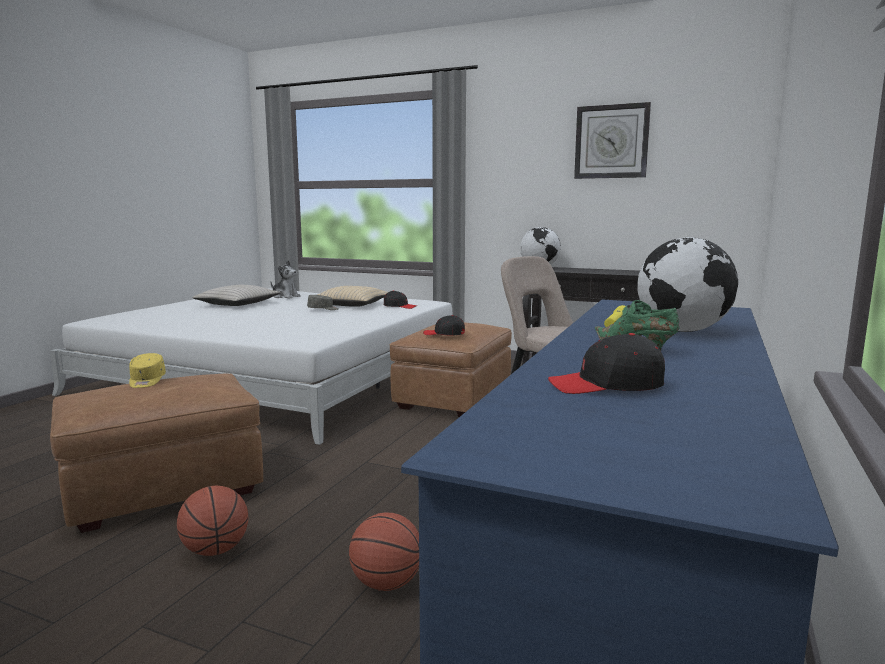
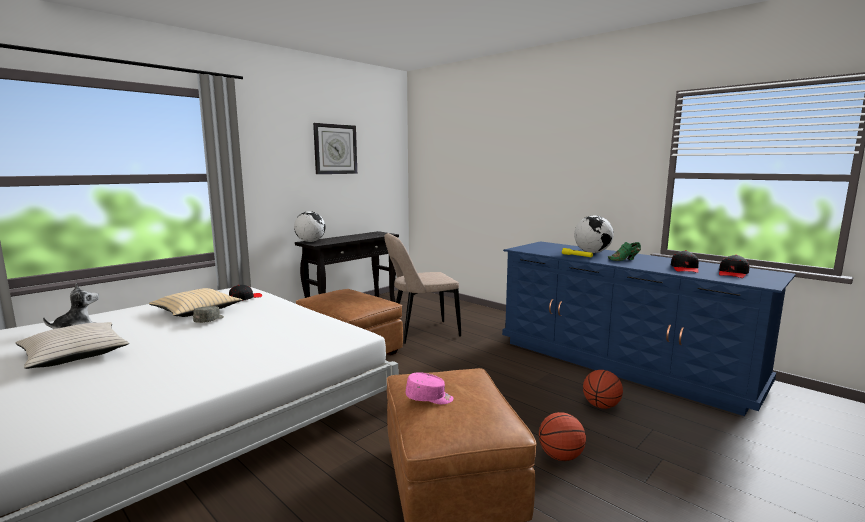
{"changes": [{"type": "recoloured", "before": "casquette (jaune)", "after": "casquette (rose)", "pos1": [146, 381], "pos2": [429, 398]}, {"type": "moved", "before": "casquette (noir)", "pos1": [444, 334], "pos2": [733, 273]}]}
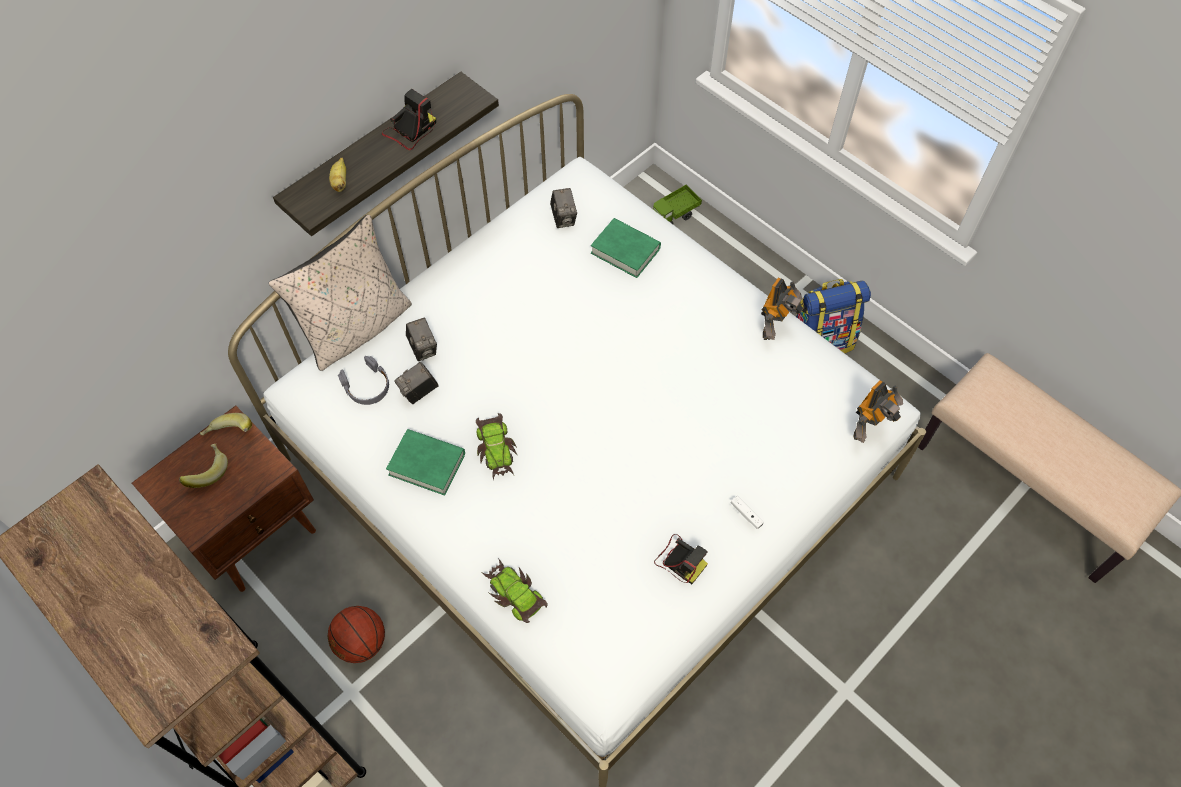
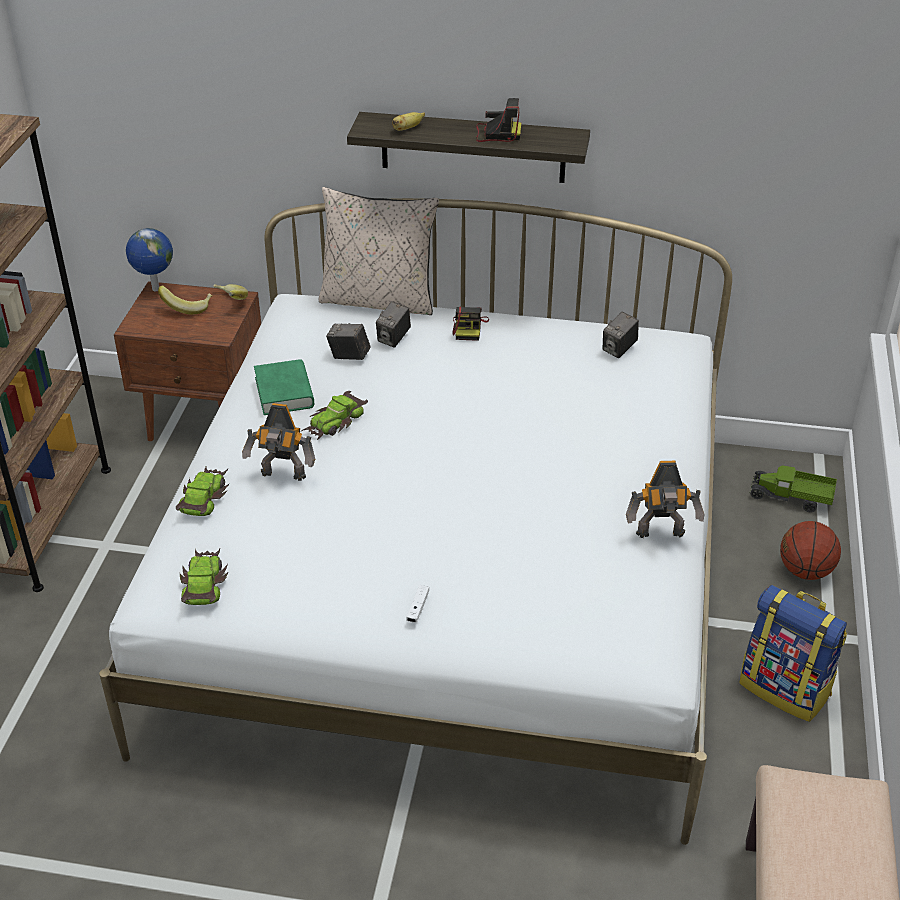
{"changes": [{"type": "moved", "before": "ballon de basket", "pos1": [361, 642], "pos2": [805, 571]}, {"type": "removed", "before": "casque audio (gris)", "pos1": [367, 386]}, {"type": "removed", "before": "livre (vert)", "pos1": [625, 251]}, {"type": "moved", "before": "appareil photo", "pos1": [680, 560], "pos2": [469, 328]}, {"type": "moved", "before": "robot jouet", "pos1": [869, 428], "pos2": [283, 476]}, {"type": "added", "after": "globe", "pos2": [155, 289]}, {"type": "added", "after": "petite voiture", "pos2": [203, 582]}]}
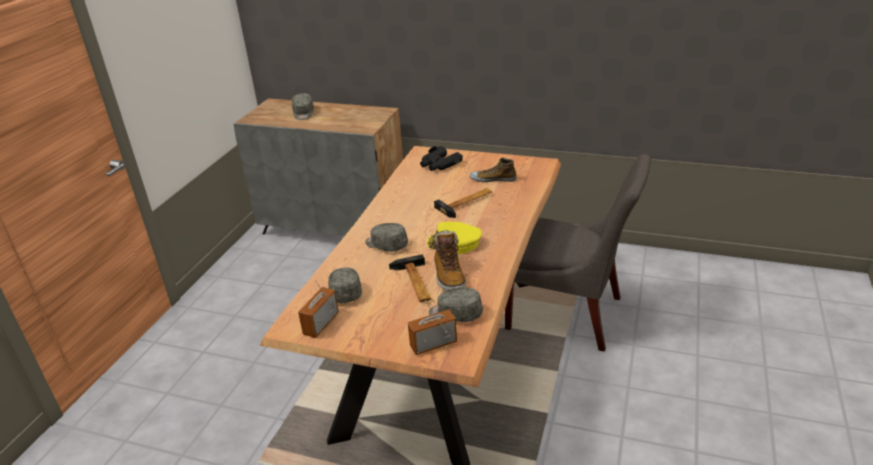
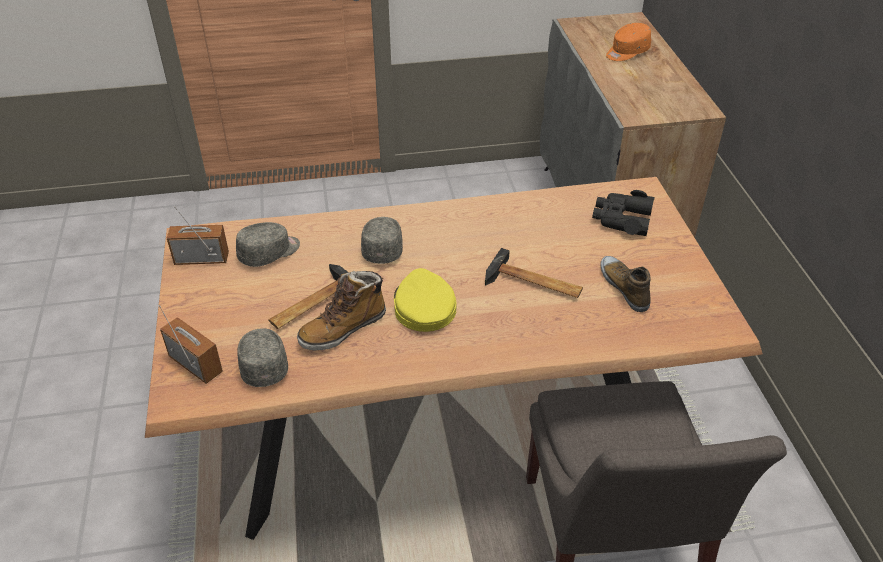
{"changes": [{"type": "recoloured", "before": "casquette (gris)", "after": "casquette (orange)", "pos1": [303, 113], "pos2": [626, 52]}]}
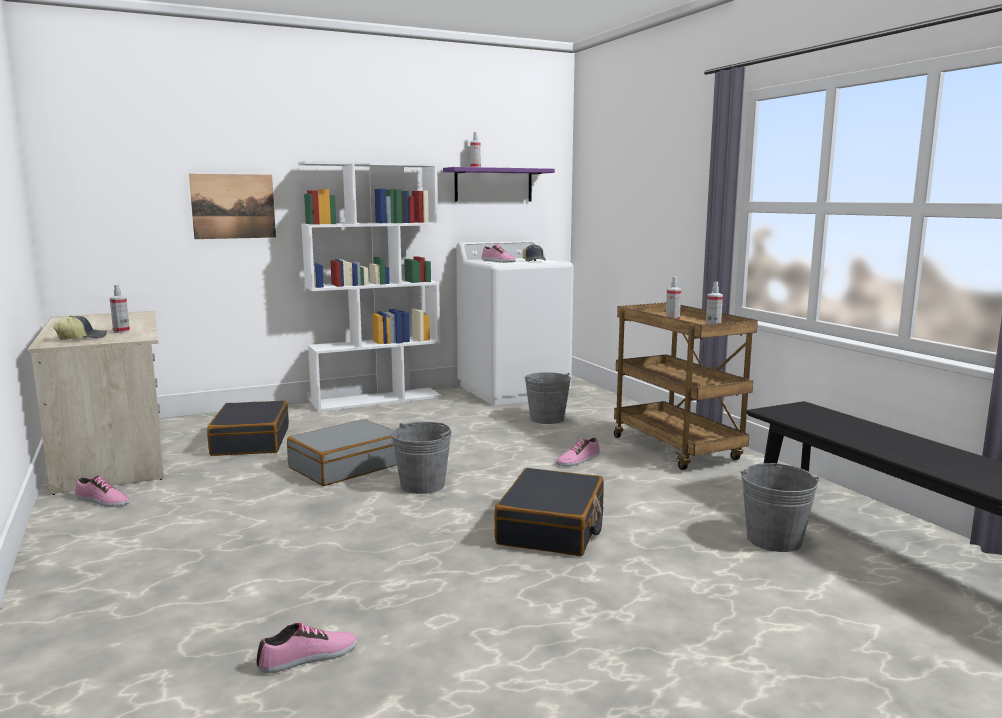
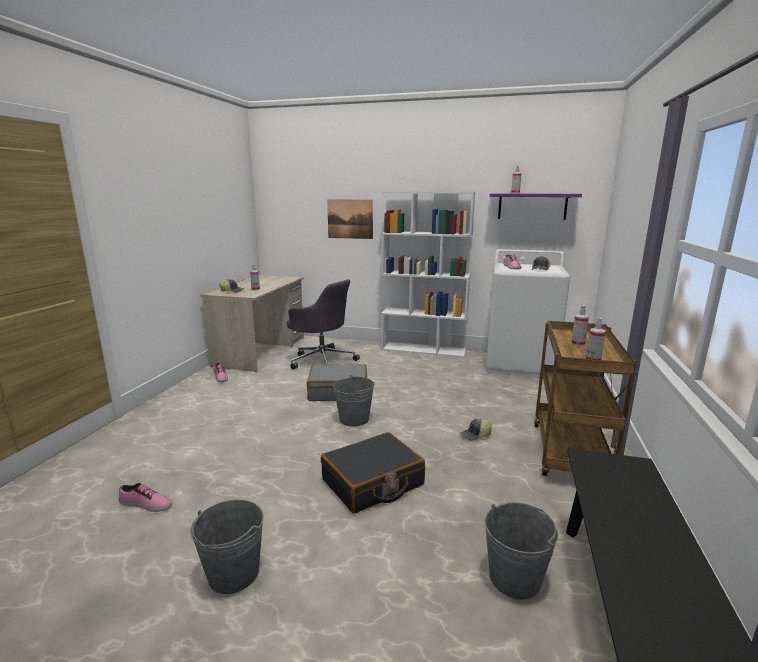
{"changes": [{"type": "replaced", "before": "valise (noir)", "after": "chaise de bureau (gris)", "pos1": [250, 441], "pos2": [322, 360]}, {"type": "moved", "before": "seau (gris)", "pos1": [547, 419], "pos2": [233, 573]}, {"type": "replaced", "before": "chaussure", "after": "casquette", "pos1": [578, 460], "pos2": [476, 435]}]}
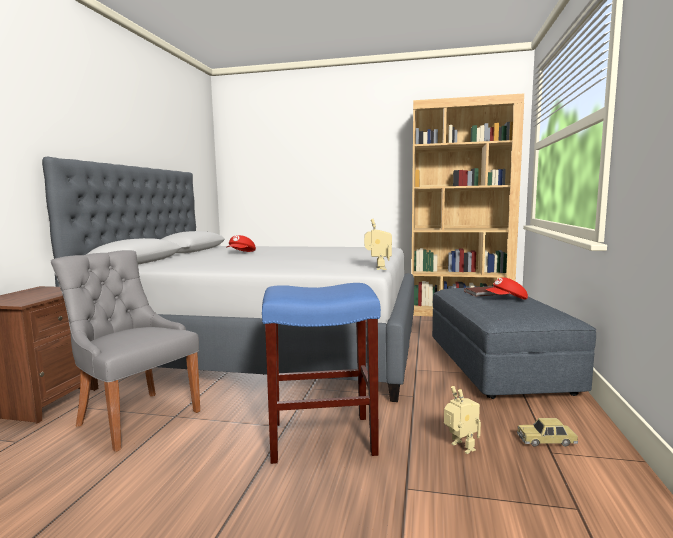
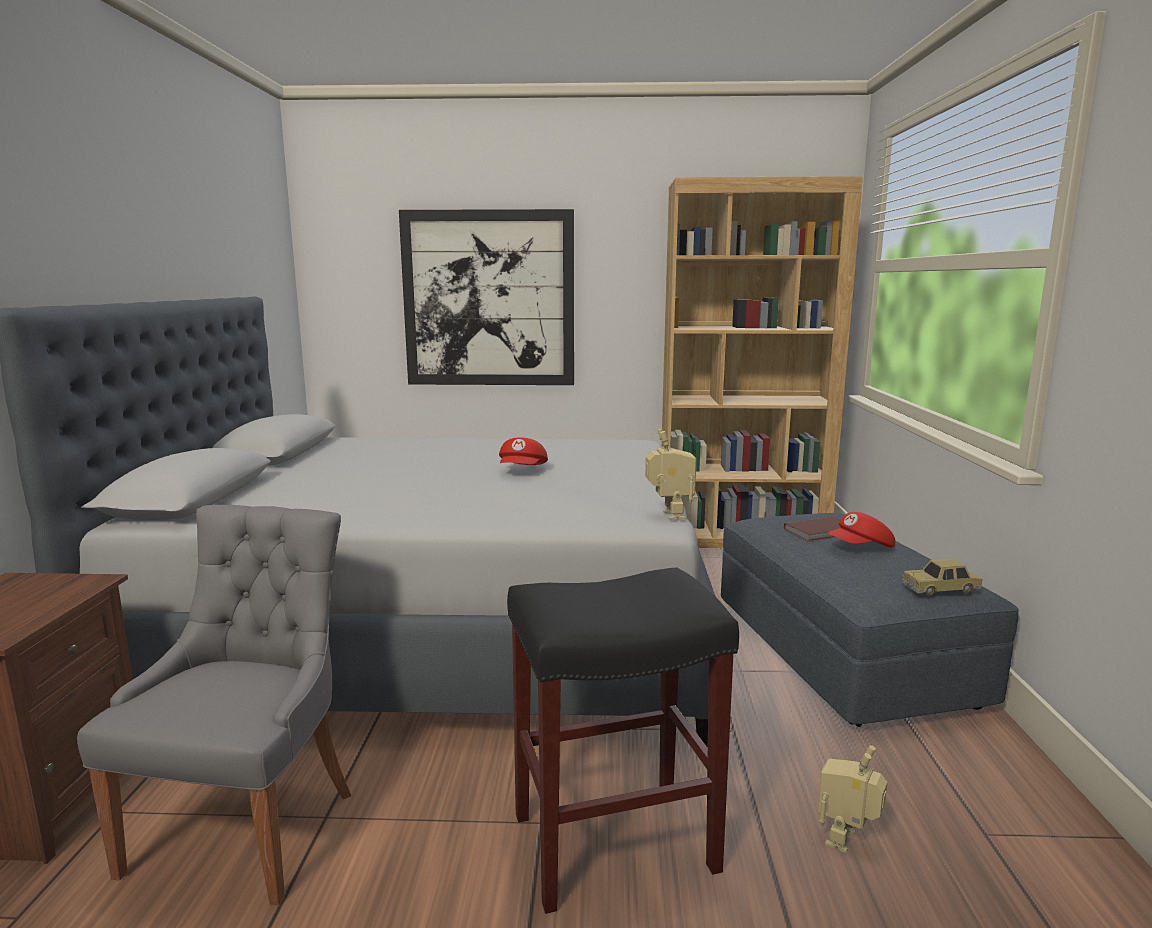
{"changes": [{"type": "turned", "before": "chaise (gris)", "pos1": [136, 417], "pos2": [249, 827], "turn": 75}, {"type": "moved", "before": "casquette (rouge)", "pos1": [241, 253], "pos2": [523, 471]}, {"type": "recoloured", "before": "tabouret (bleu)", "after": "tabouret (noir)", "pos1": [320, 438], "pos2": [611, 844]}, {"type": "turned", "before": "robot jouet", "pos1": [460, 448], "pos2": [847, 841], "turn": -105}, {"type": "moved", "before": "petite voiture", "pos1": [546, 441], "pos2": [941, 589]}, {"type": "added", "after": "tableau", "pos2": [489, 299]}]}
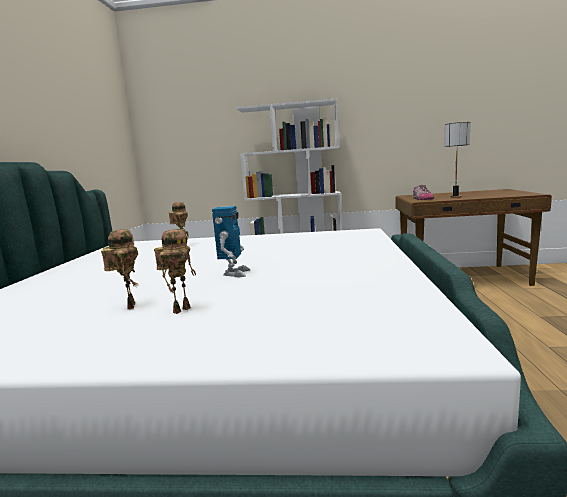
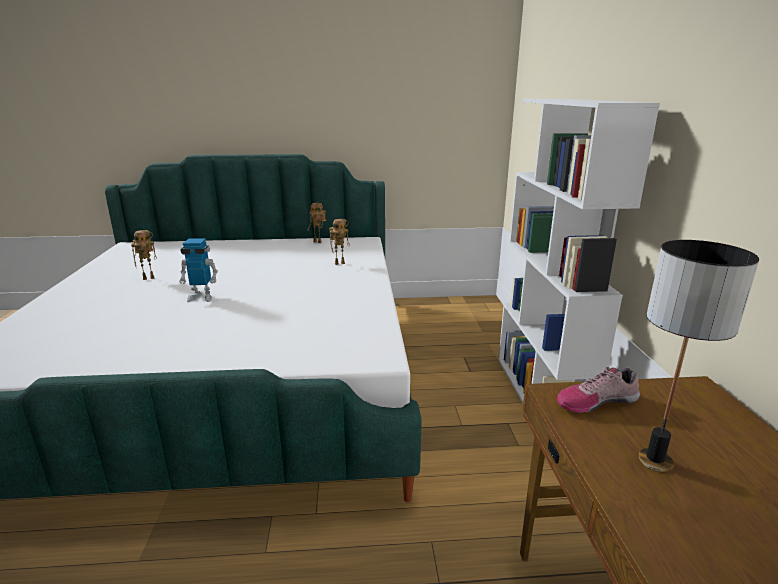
{"changes": [{"type": "moved", "before": "robot jouet", "pos1": [181, 309], "pos2": [318, 242]}]}
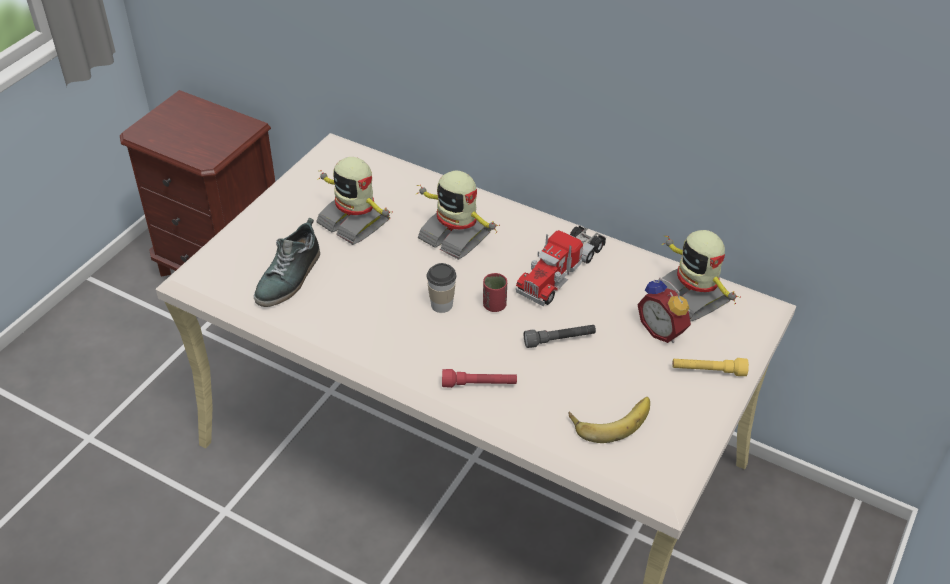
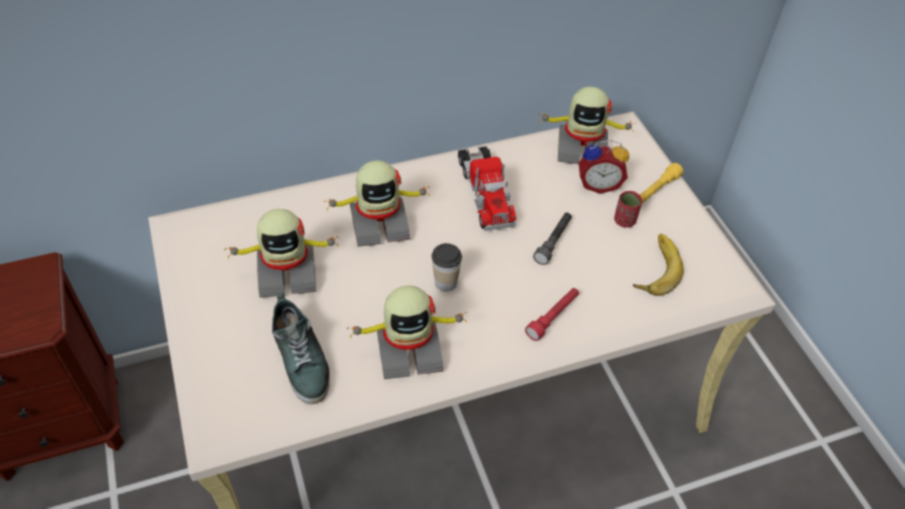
{"changes": [{"type": "moved", "before": "tasse (rouge)", "pos1": [494, 305], "pos2": [624, 221]}, {"type": "added", "after": "robot jouet", "pos2": [409, 349]}]}
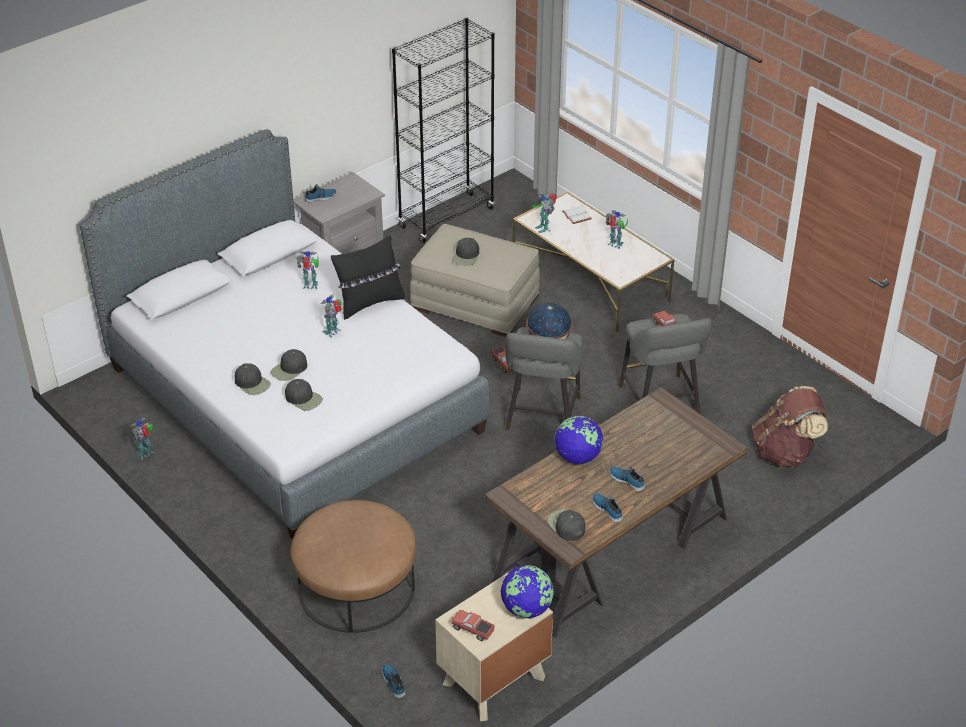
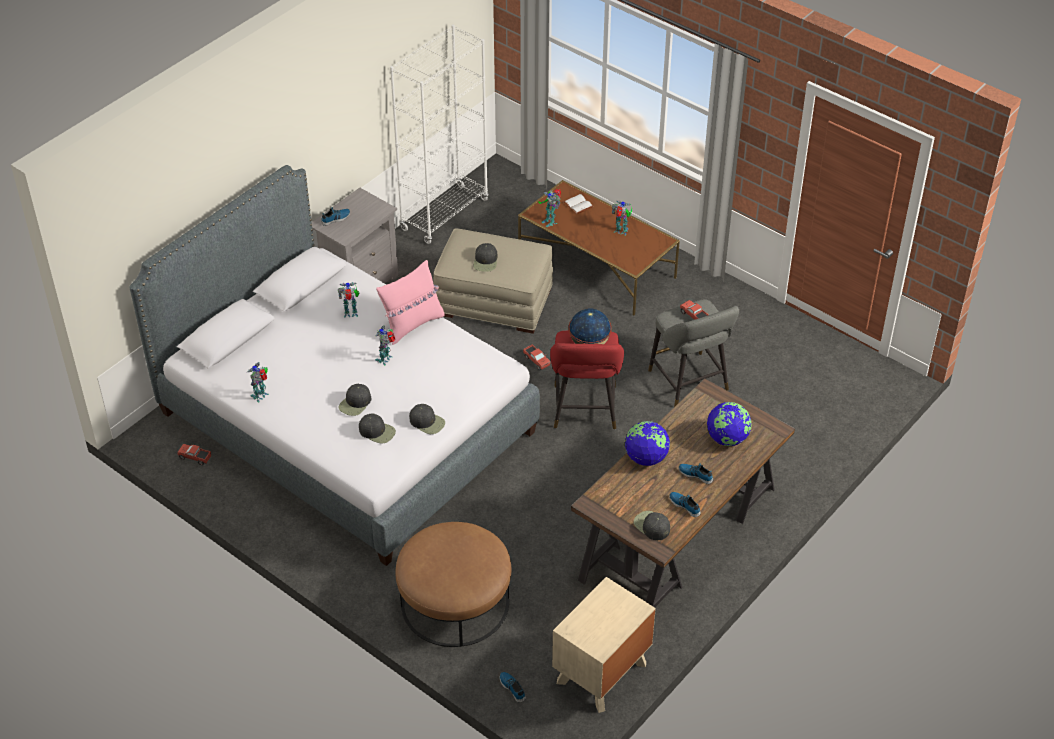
{"changes": [{"type": "moved", "before": "robot jouet", "pos1": [146, 453], "pos2": [261, 396]}, {"type": "moved", "before": "casquette (noir)", "pos1": [252, 383], "pos2": [427, 422]}, {"type": "recoloured", "before": "coussin (noir)", "after": "coussin (rose)", "pos1": [370, 303], "pos2": [412, 324]}, {"type": "recoloured", "before": "bibliothèque (noir)", "after": "bibliothèque (blanc)", "pos1": [446, 218], "pos2": [444, 214]}, {"type": "moved", "before": "camion jouet", "pos1": [473, 630], "pos2": [195, 458]}, {"type": "moved", "before": "globe", "pos1": [527, 609], "pos2": [727, 439]}, {"type": "recoloured", "before": "tabouret (gris)", "after": "tabouret (rouge)", "pos1": [542, 417], "pos2": [585, 410]}, {"type": "recoloured", "before": "table basse (blanc)", "after": "table basse (marron)", "pos1": [590, 280], "pos2": [597, 264]}, {"type": "removed", "before": "sac à dos (marron)", "pos1": [785, 452]}]}
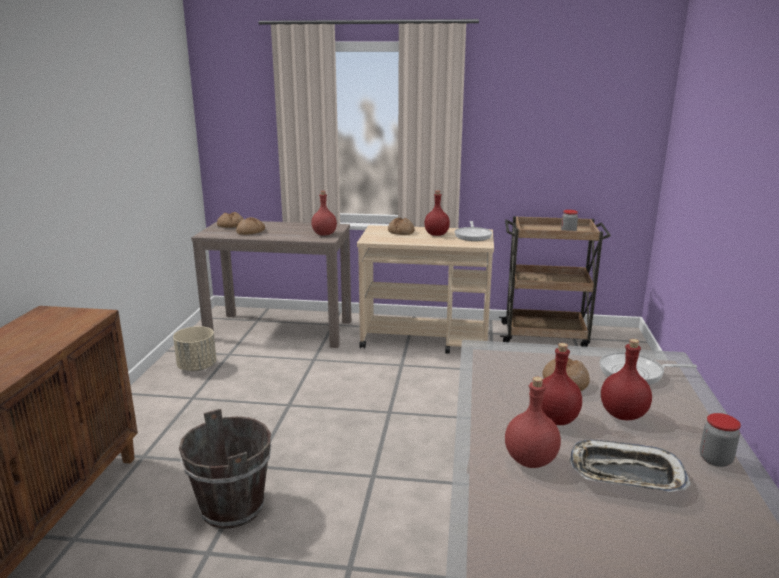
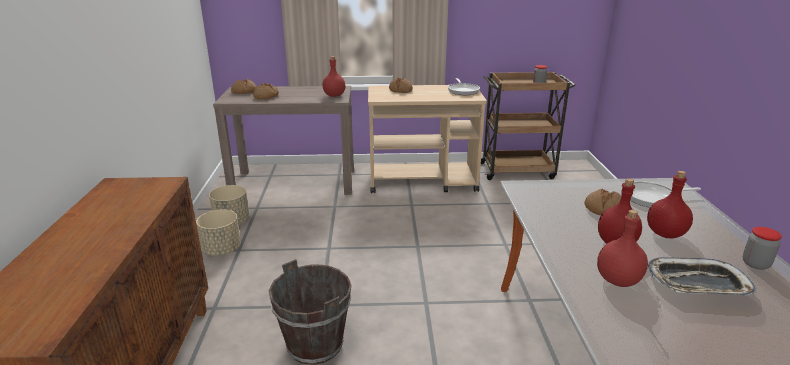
{"changes": [{"type": "removed", "before": "bouteille (rouge)", "pos1": [436, 234]}, {"type": "added", "after": "cache-pot (beige)", "pos2": [222, 250]}]}
